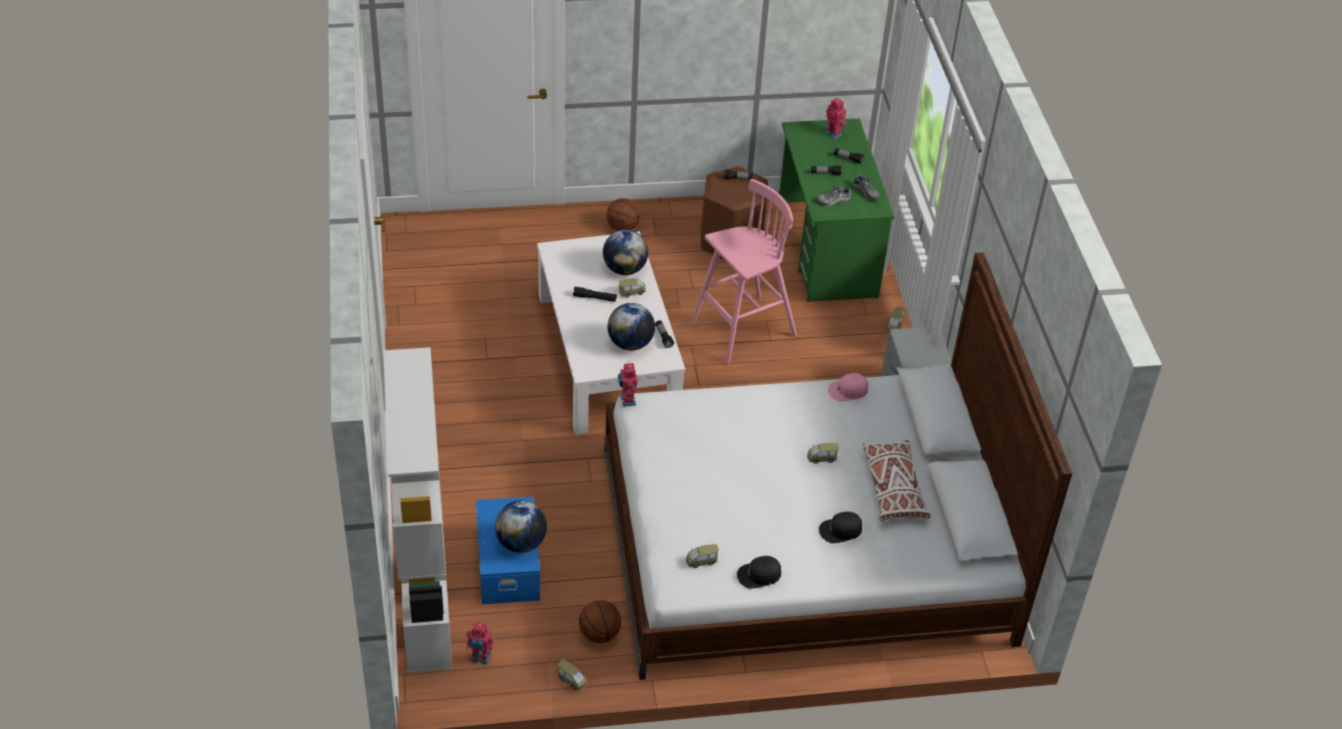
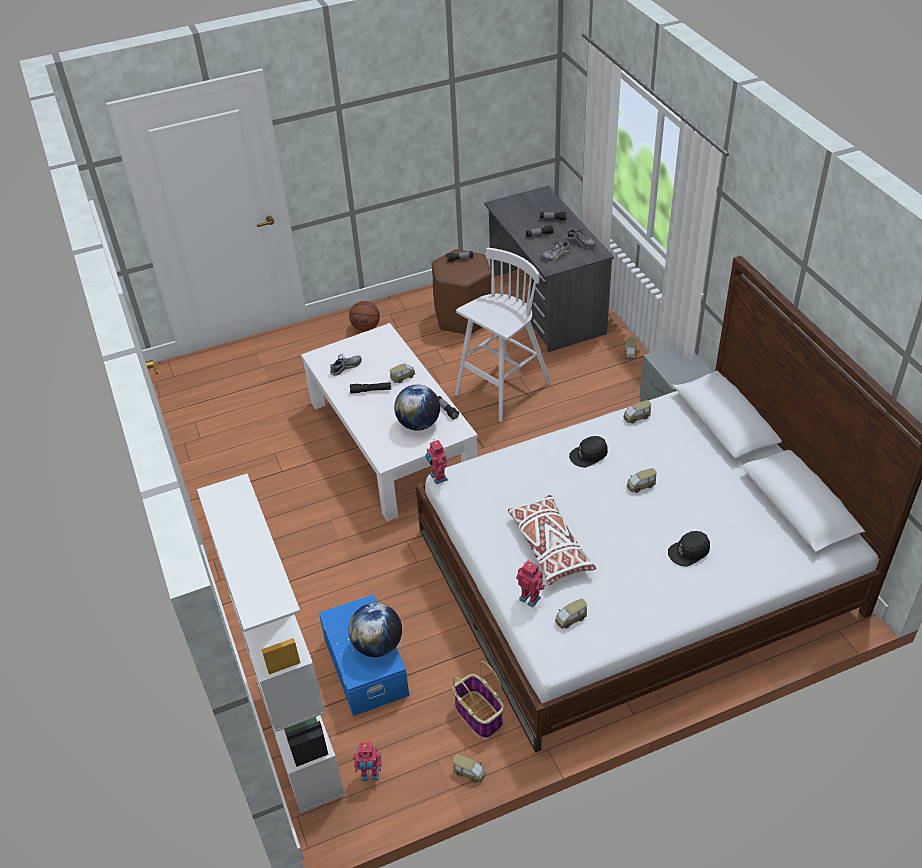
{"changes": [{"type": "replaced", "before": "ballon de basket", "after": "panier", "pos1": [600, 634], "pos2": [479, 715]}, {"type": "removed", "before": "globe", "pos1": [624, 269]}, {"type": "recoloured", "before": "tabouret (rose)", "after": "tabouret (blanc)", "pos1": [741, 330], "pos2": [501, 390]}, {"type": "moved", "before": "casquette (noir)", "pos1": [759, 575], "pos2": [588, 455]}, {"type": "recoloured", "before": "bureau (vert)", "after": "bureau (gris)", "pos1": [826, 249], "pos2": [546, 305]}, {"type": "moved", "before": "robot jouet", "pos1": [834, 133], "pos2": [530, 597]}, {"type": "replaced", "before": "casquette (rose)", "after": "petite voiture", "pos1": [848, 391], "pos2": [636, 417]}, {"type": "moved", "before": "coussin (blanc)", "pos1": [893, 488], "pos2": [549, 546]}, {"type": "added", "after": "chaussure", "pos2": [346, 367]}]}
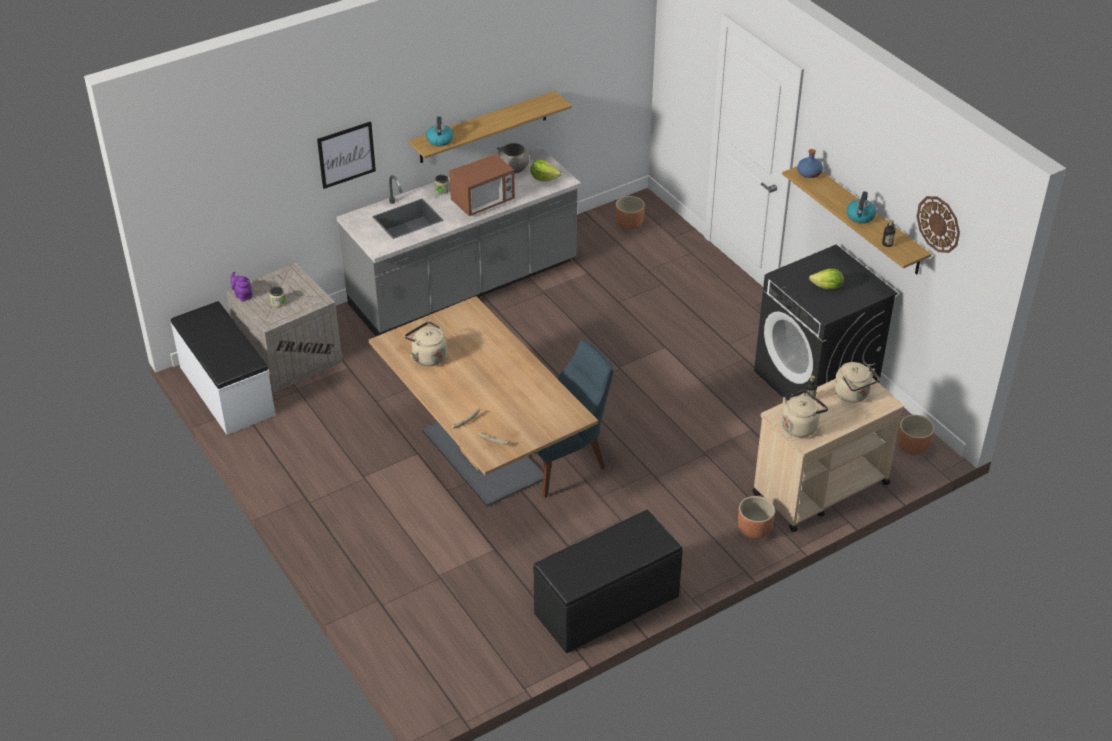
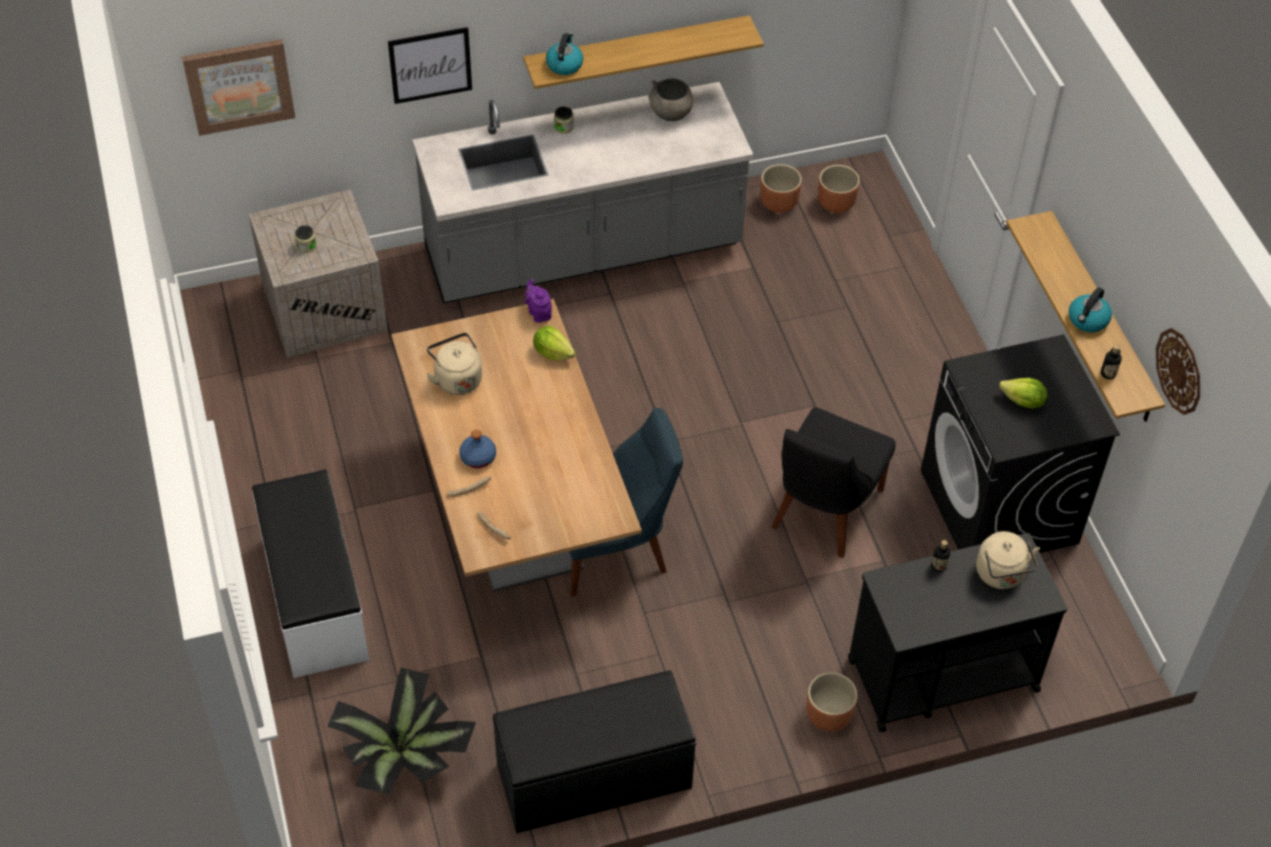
{"changes": [{"type": "moved", "before": "banc (blanc)", "pos1": [226, 391], "pos2": [314, 599]}, {"type": "moved", "before": "théière (violet)", "pos1": [242, 295], "pos2": [539, 313]}, {"type": "removed", "before": "micro-ondes", "pos1": [483, 202]}, {"type": "moved", "before": "laitue", "pos1": [544, 178], "pos2": [553, 352]}, {"type": "recoloured", "before": "chariot (beige)", "after": "chariot (noir)", "pos1": [819, 489], "pos2": [941, 674]}, {"type": "removed", "before": "bouilloire (beige)", "pos1": [800, 426]}, {"type": "moved", "before": "bouteille (bleu)", "pos1": [809, 173], "pos2": [478, 457]}, {"type": "moved", "before": "cache-pot (marron)", "pos1": [913, 447], "pos2": [779, 203]}, {"type": "added", "after": "tableau", "pos2": [239, 85]}, {"type": "added", "after": "plante en pot", "pos2": [405, 759]}, {"type": "added", "after": "chaise (noir)", "pos2": [823, 512]}]}
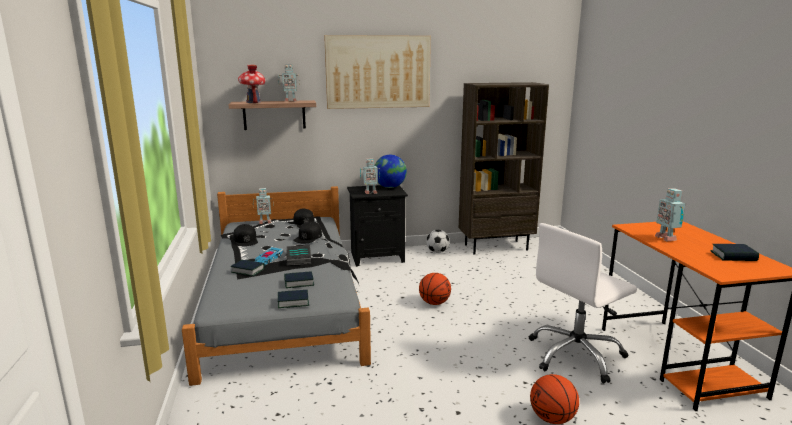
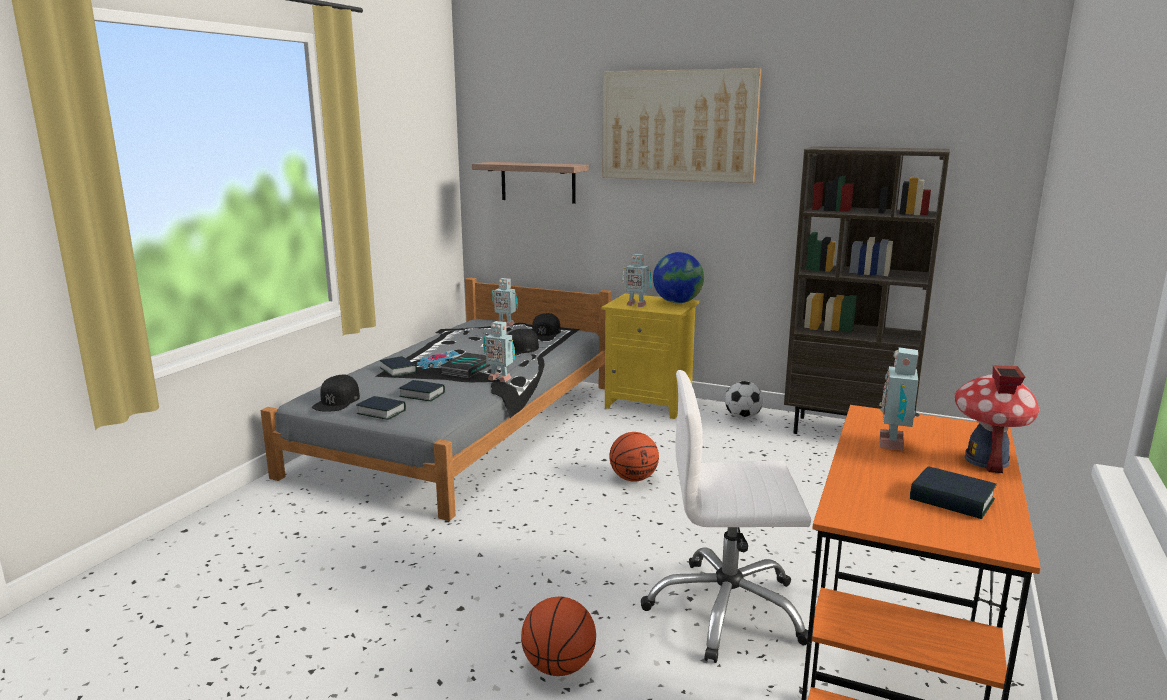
{"changes": [{"type": "moved", "before": "casquette (noir)", "pos1": [246, 240], "pos2": [337, 401]}, {"type": "moved", "before": "maison miniature", "pos1": [253, 102], "pos2": [986, 460]}, {"type": "moved", "before": "robot jouet", "pos1": [290, 101], "pos2": [499, 378]}, {"type": "recoloured", "before": "table de chevet (noir)", "after": "table de chevet (jaune)", "pos1": [378, 256], "pos2": [650, 403]}]}
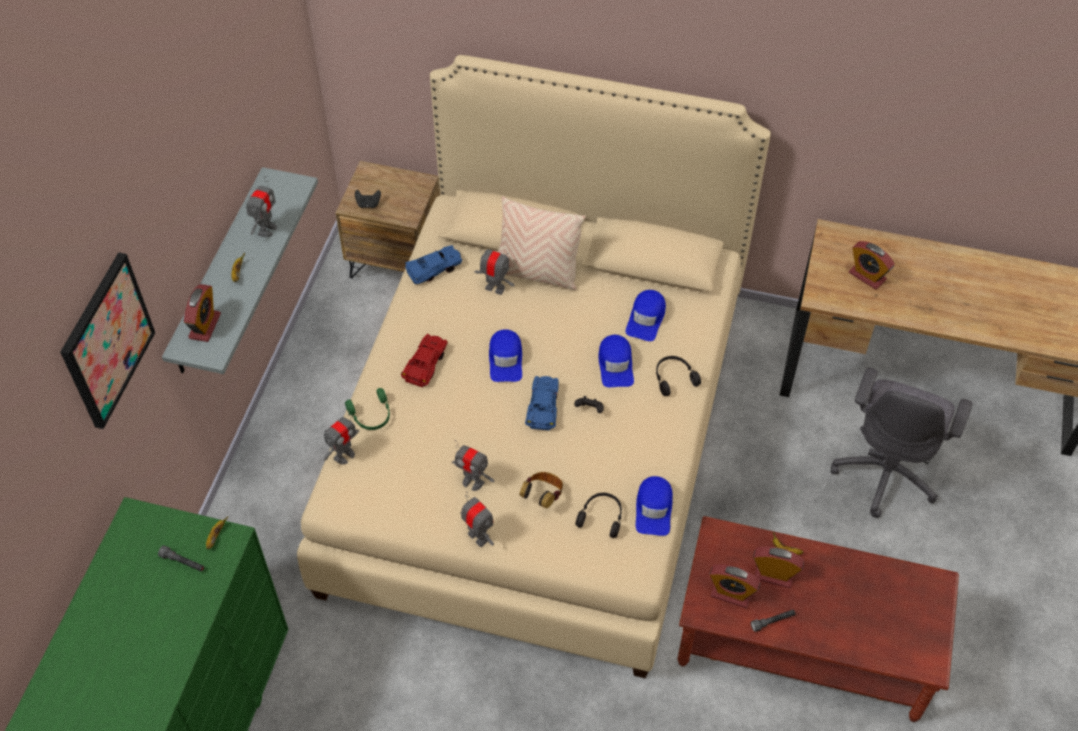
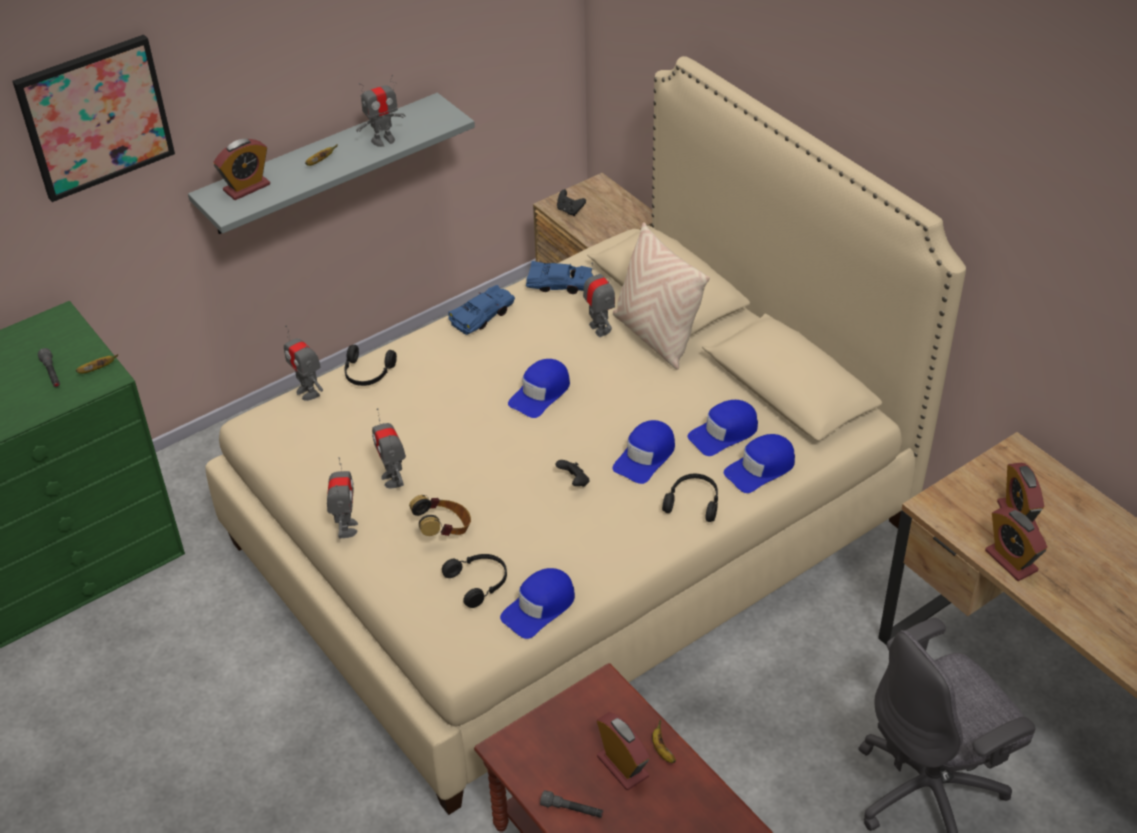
{"changes": [{"type": "turned", "before": "robot jouet", "pos1": [344, 455], "pos2": [308, 392], "turn": 60}, {"type": "recoloured", "before": "casque audio (vert)", "after": "casque audio (noir)", "pos1": [371, 415], "pos2": [367, 373]}, {"type": "removed", "before": "petite voiture (rouge)", "pos1": [426, 364]}, {"type": "moved", "before": "petite voiture (bleu)", "pos1": [543, 406], "pos2": [483, 316]}, {"type": "moved", "before": "réveil", "pos1": [731, 594], "pos2": [1011, 561]}, {"type": "added", "after": "casquette (bleu)", "pos2": [760, 468]}]}
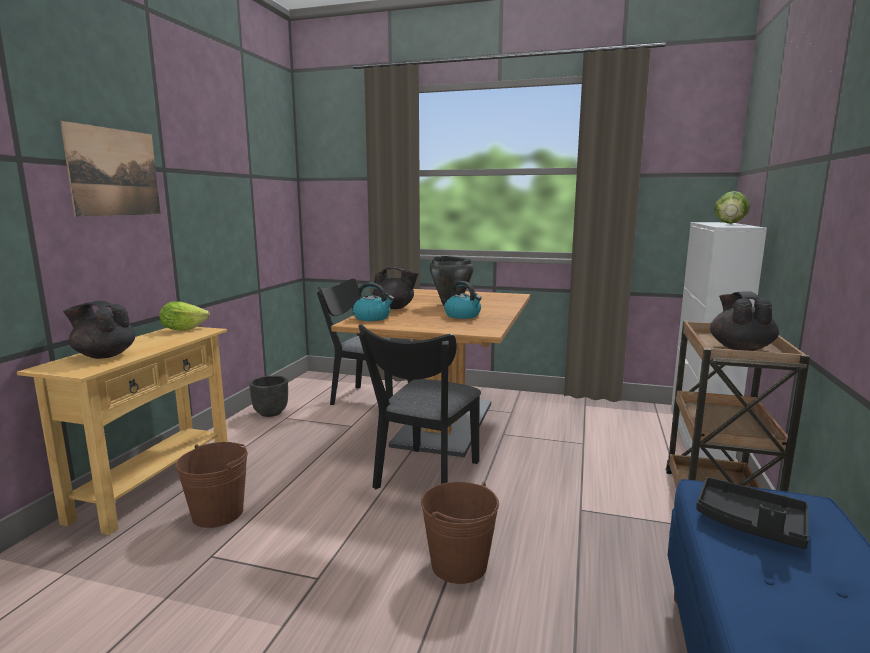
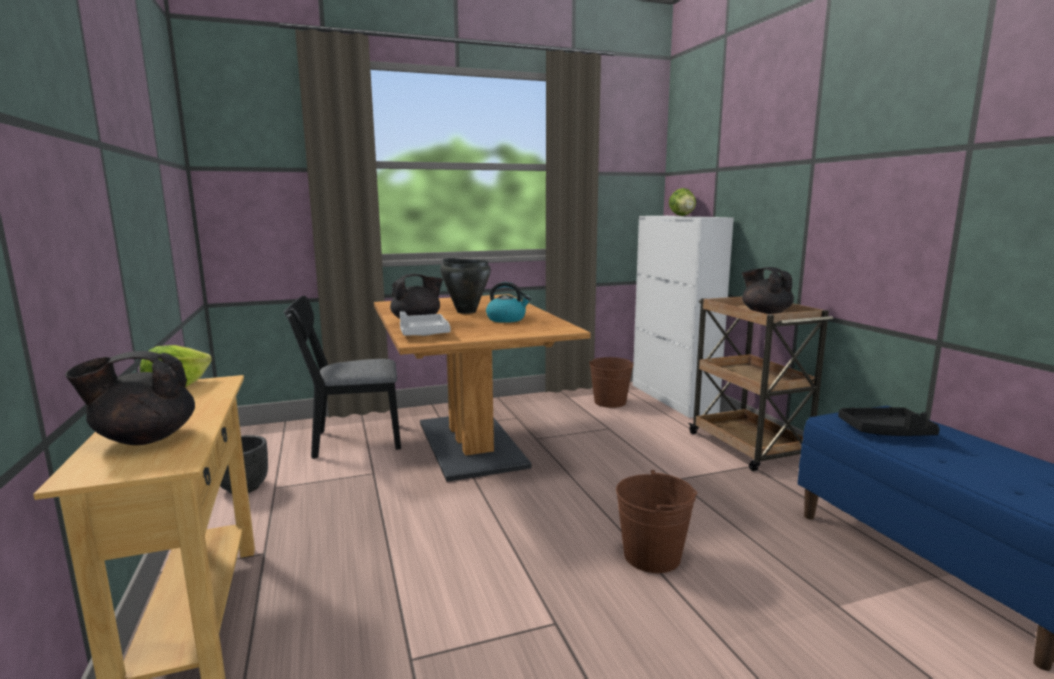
{"changes": [{"type": "removed", "before": "tableau", "pos1": [115, 172]}, {"type": "moved", "before": "seau (marron)", "pos1": [218, 513], "pos2": [610, 402]}, {"type": "replaced", "before": "bouilloire", "after": "plateau (gris)", "pos1": [372, 318], "pos2": [423, 334]}, {"type": "removed", "before": "chaise (noir)", "pos1": [424, 478]}]}
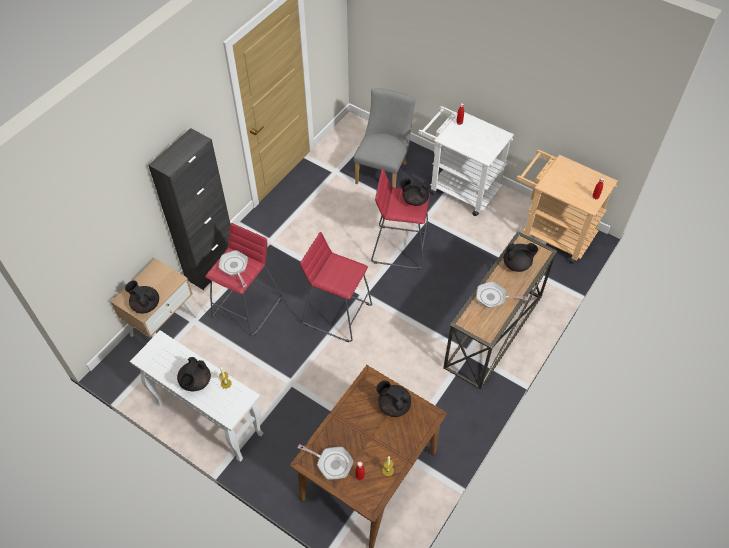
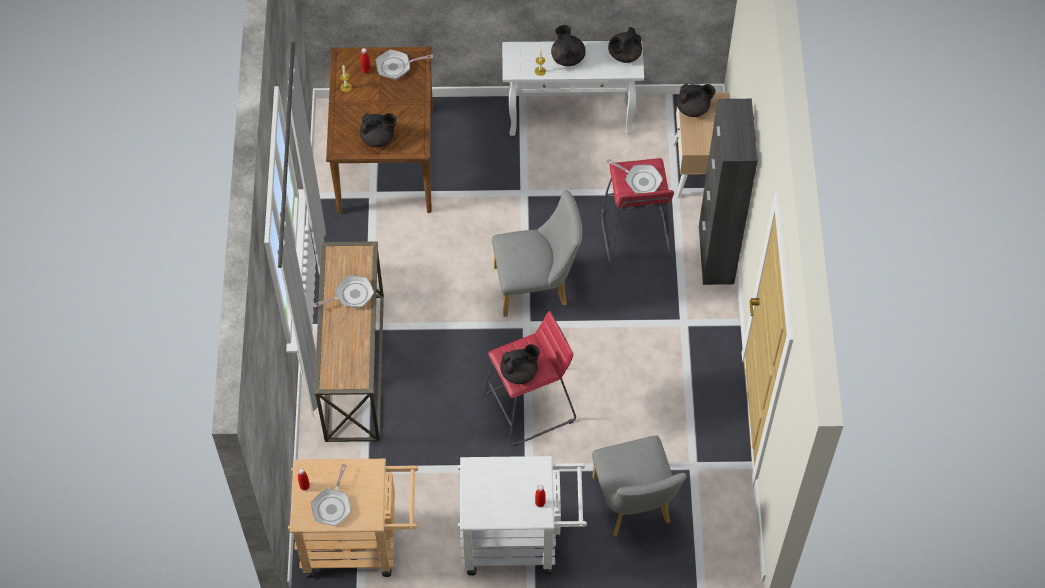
{"changes": [{"type": "replaced", "before": "tabouret (rouge)", "after": "chaise (gris)", "pos1": [337, 313], "pos2": [537, 286]}, {"type": "moved", "before": "théière (noir)", "pos1": [517, 264], "pos2": [624, 55]}, {"type": "added", "after": "poêle", "pos2": [332, 505]}]}
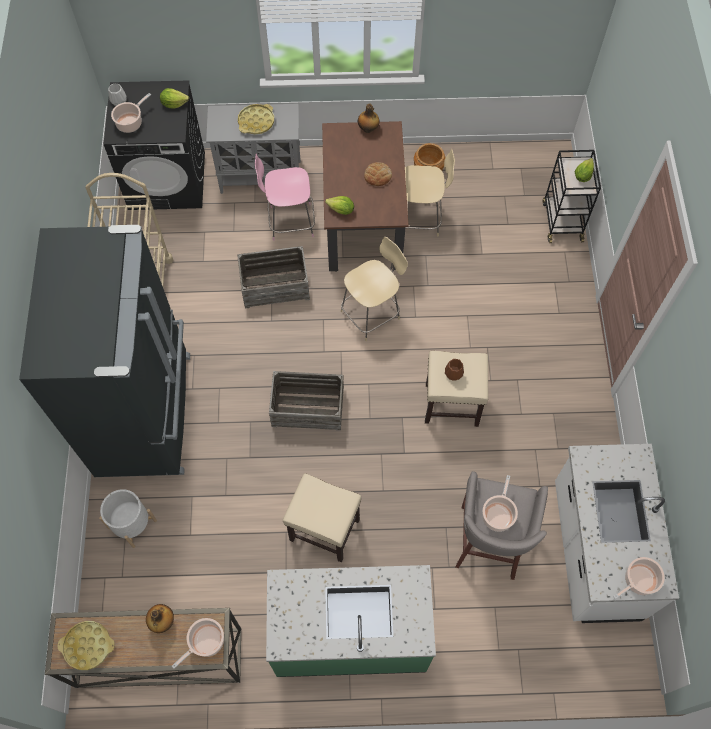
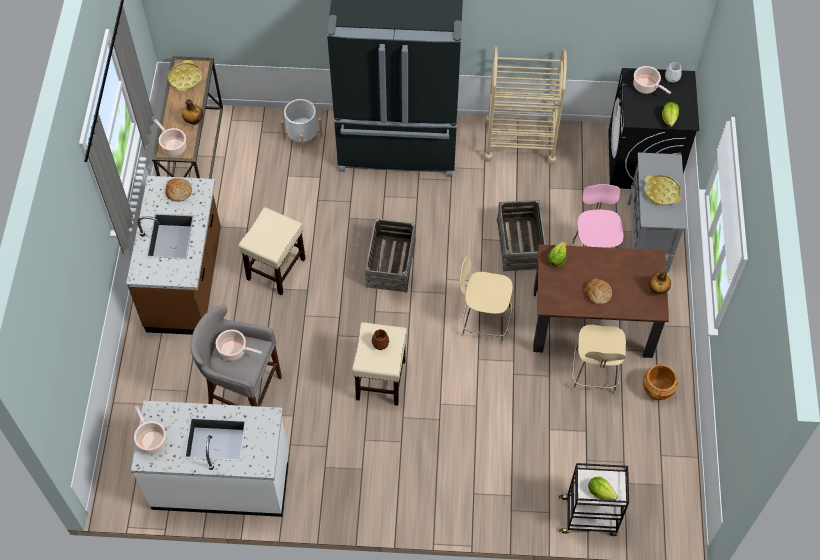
{"changes": [{"type": "recoloured", "before": "comptoir de cuisine (vert)", "after": "comptoir de cuisine (marron)", "pos1": [350, 634], "pos2": [186, 281]}, {"type": "turned", "before": "chaise (beige)", "pos1": [372, 314], "pos2": [484, 322], "turn": 135}, {"type": "added", "after": "pain", "pos2": [178, 191]}]}
